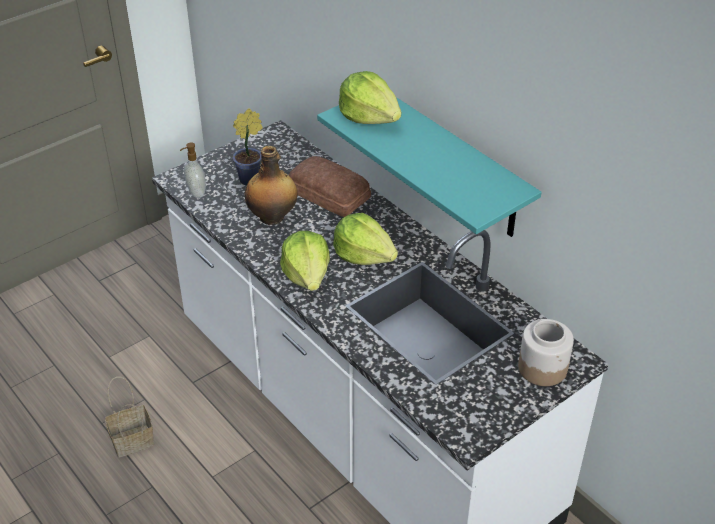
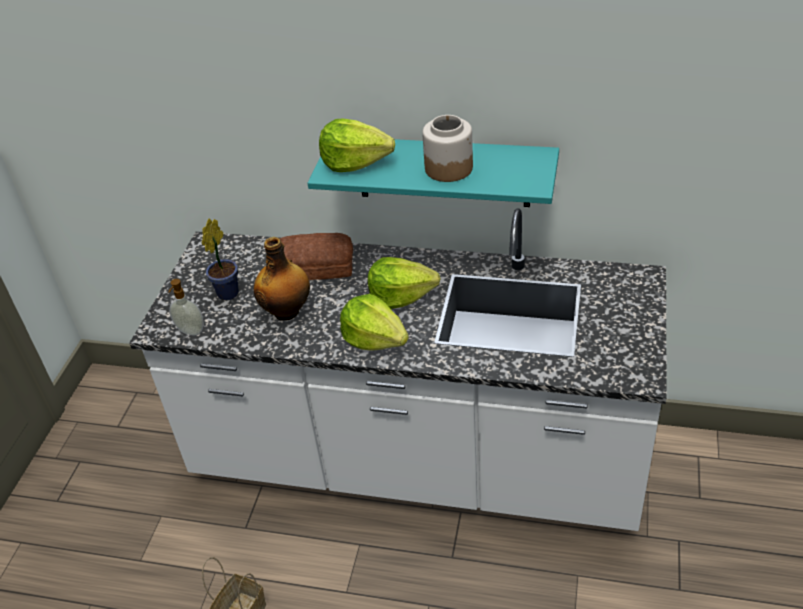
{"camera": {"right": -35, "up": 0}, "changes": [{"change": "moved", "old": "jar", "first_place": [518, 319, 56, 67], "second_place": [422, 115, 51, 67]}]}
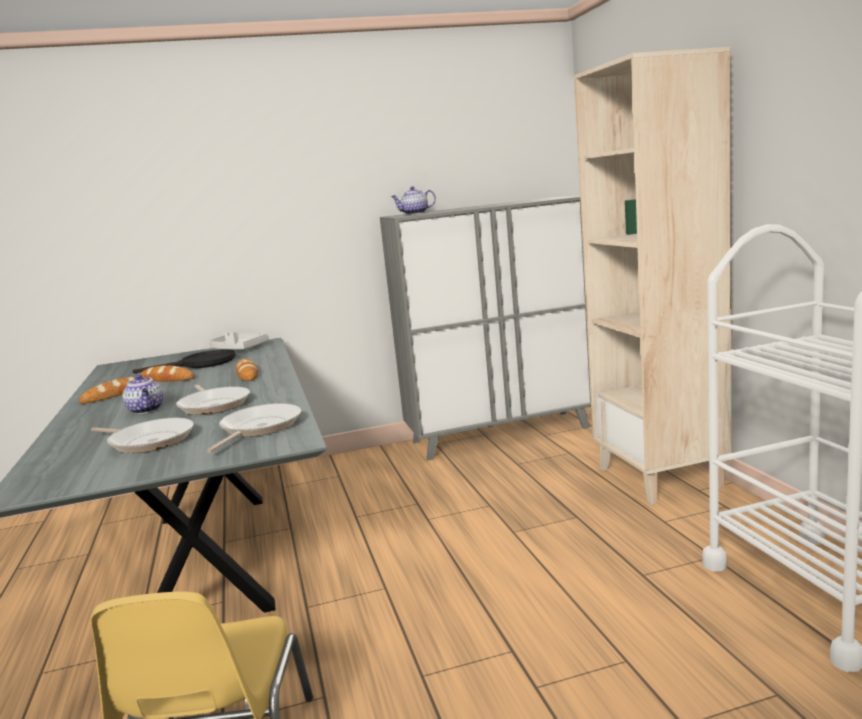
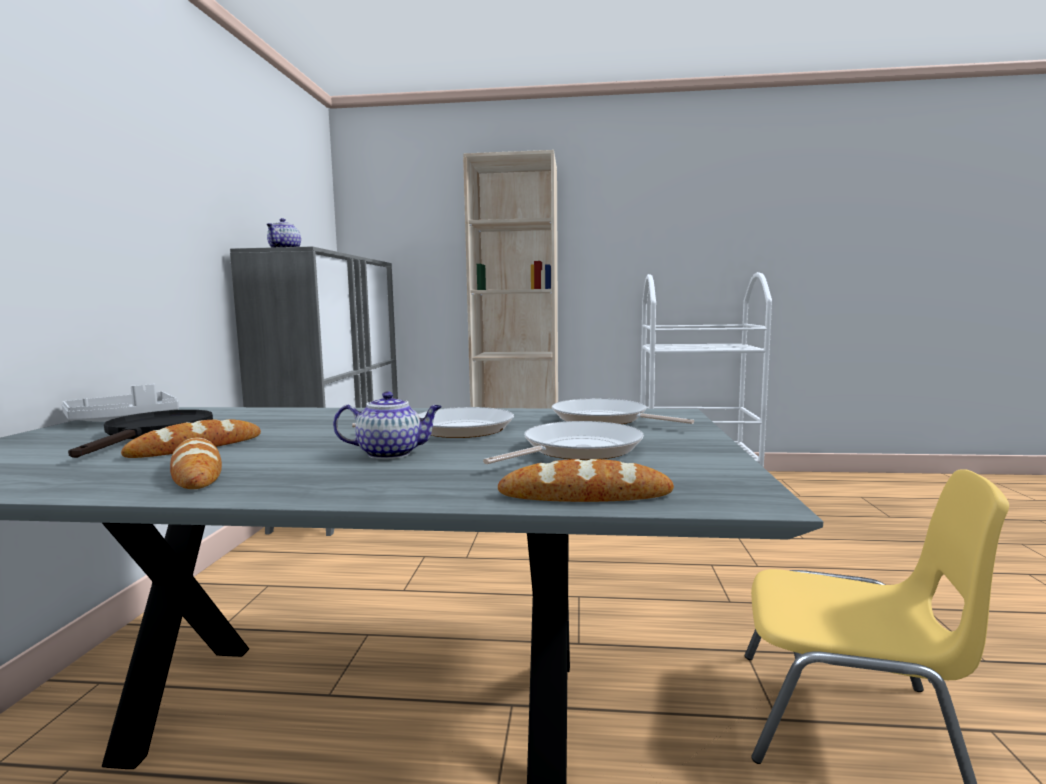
{"camera": {"right": -70, "up": -5}, "changes": [{"change": "moved", "old": "baked bread", "first_place": [236, 359, 22, 22], "second_place": [498, 459, 176, 43]}]}
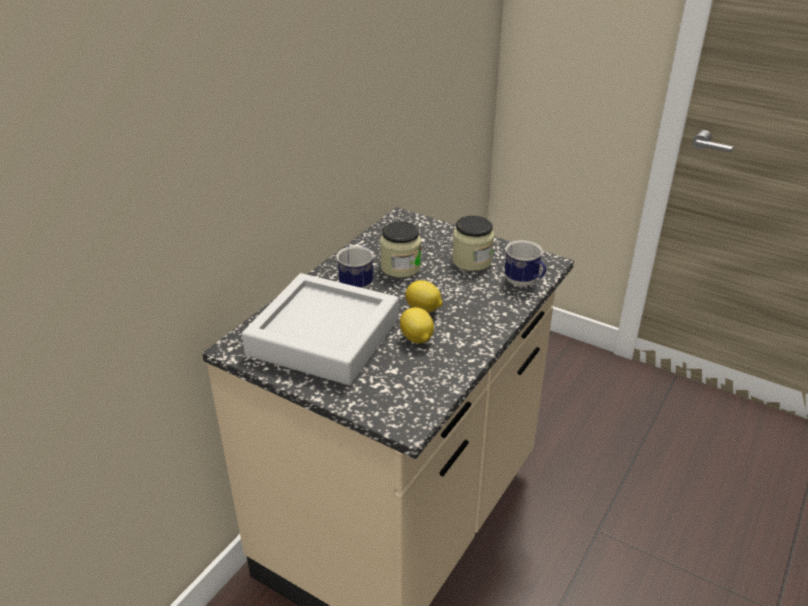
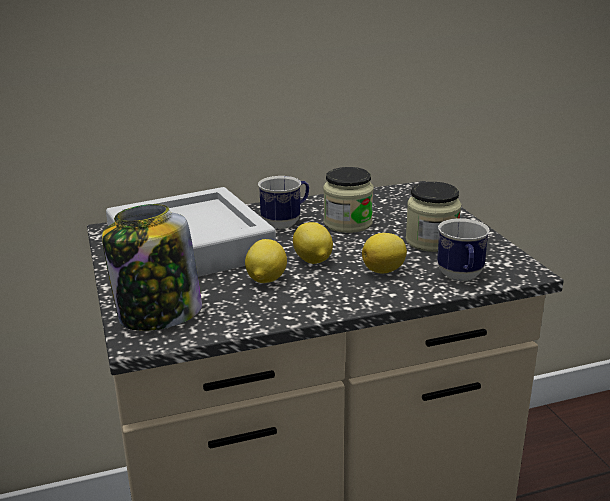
{"camera": {"right": 40, "up": -10}, "changes": [{"change": "added", "new": "jar", "second_place": [102, 204, 100, 127]}, {"change": "added", "new": "whole lemon", "second_place": [362, 233, 45, 40]}]}
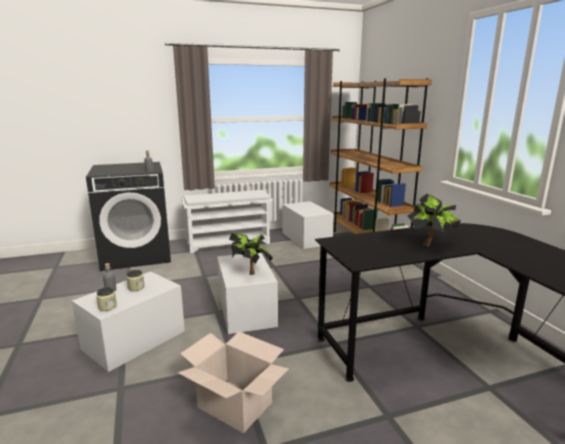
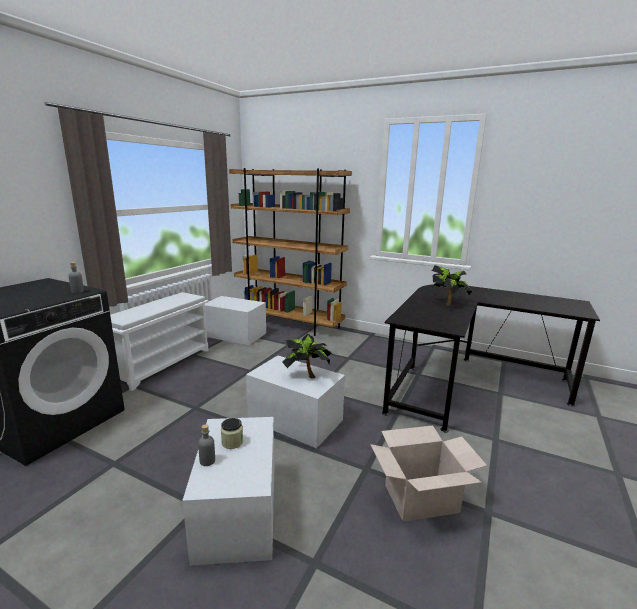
{"camera": {"right": -45, "up": 0}, "changes": [{"change": "removed", "old": "jar", "first_place": [96, 287, 21, 24]}]}
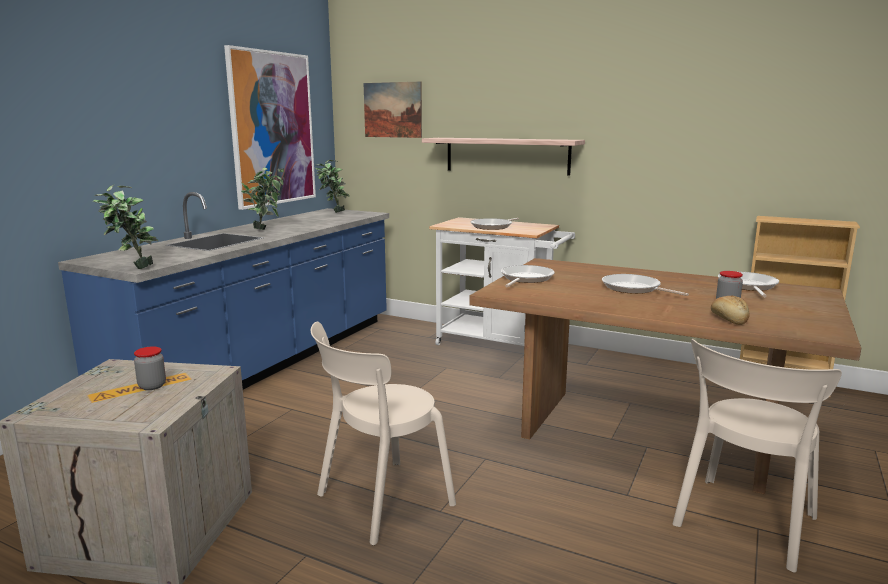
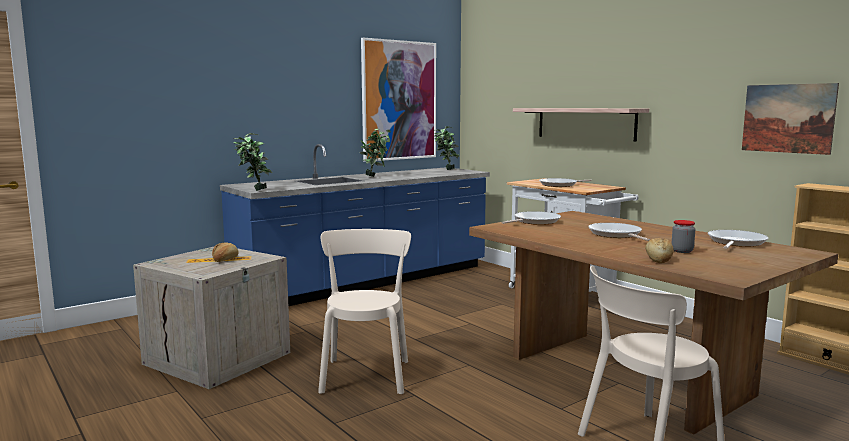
{"camera": {"right": 25, "up": -5}, "changes": [{"change": "replaced", "old": "jar", "new": "baked bread", "first_place": [134, 347, 32, 43], "second_place": [212, 242, 26, 20]}, {"change": "turned", "old": "chair (sand-coloured)", "first_place": [311, 322, 145, 223], "second_place": [318, 229, 93, 165], "degrees": 105}, {"change": "moved", "old": "wall art", "first_place": [363, 81, 59, 57], "second_place": [742, 83, 97, 72]}]}
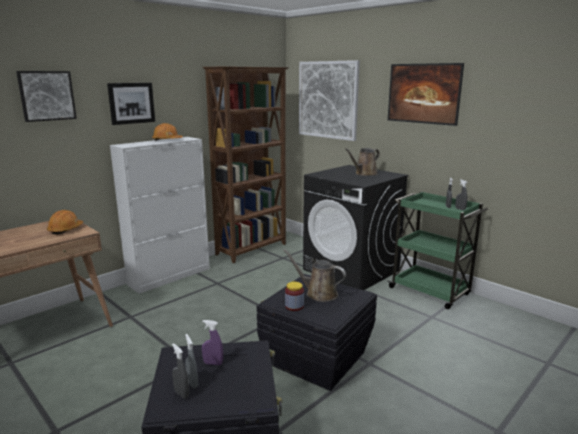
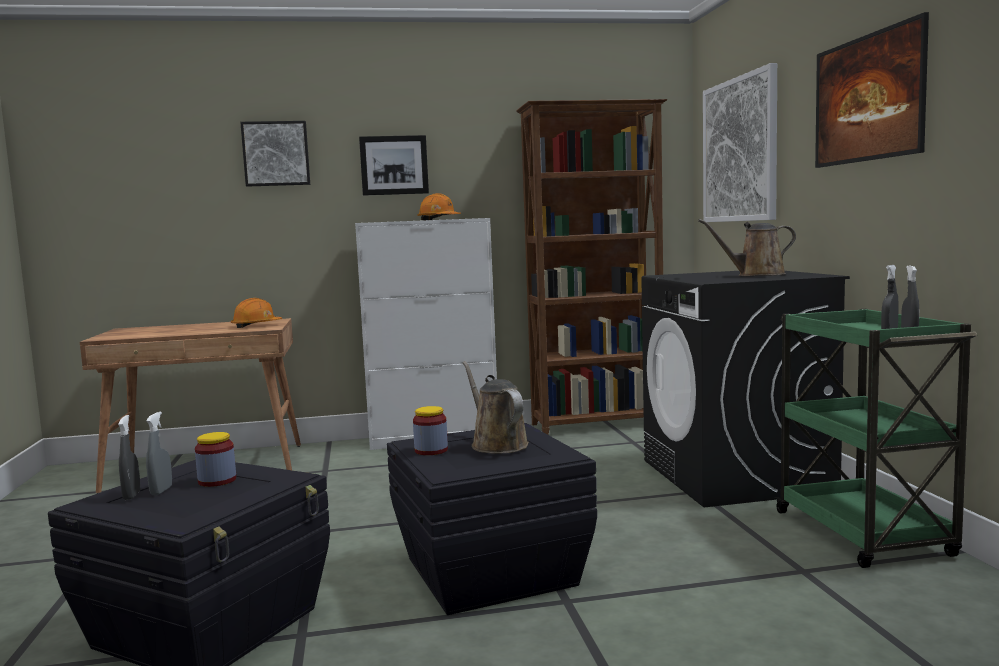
{"camera": {"right": 35, "up": -10}, "changes": [{"change": "replaced", "old": "spray bottle (purplish)", "new": "jar", "first_place": [202, 320, 21, 45], "second_place": [195, 432, 41, 55]}]}
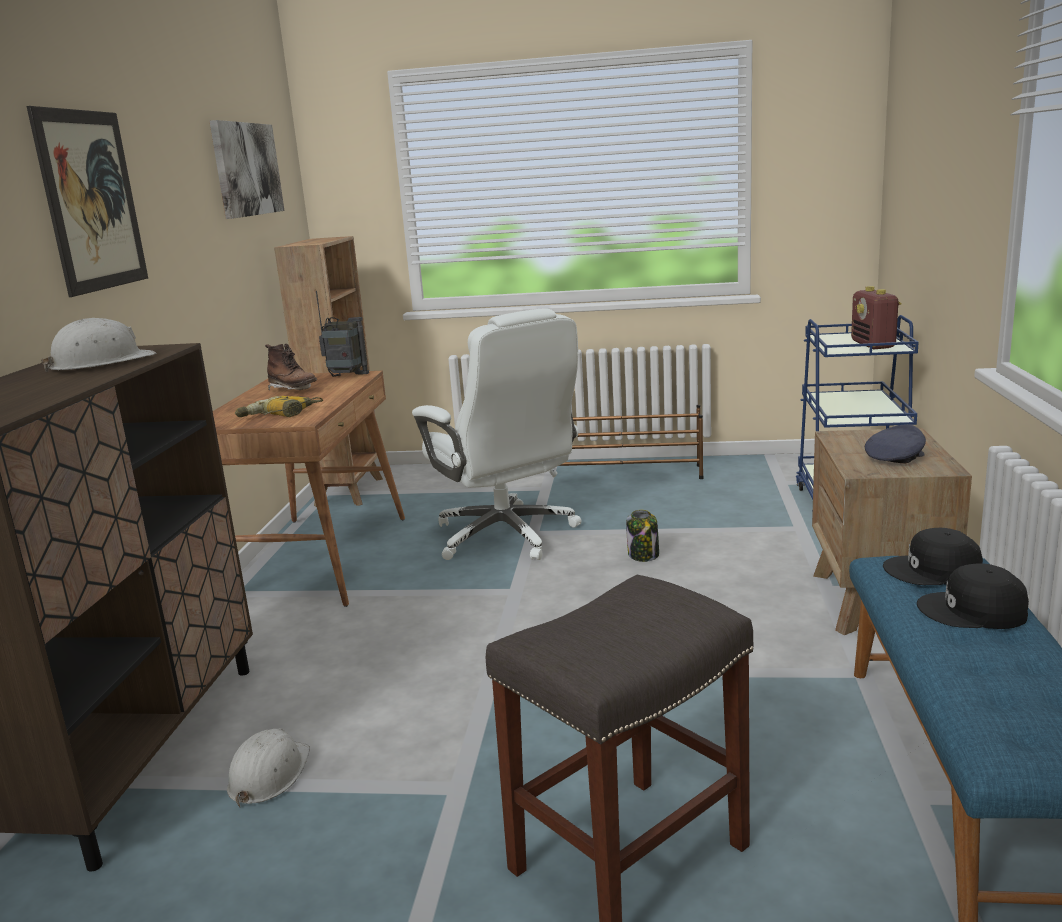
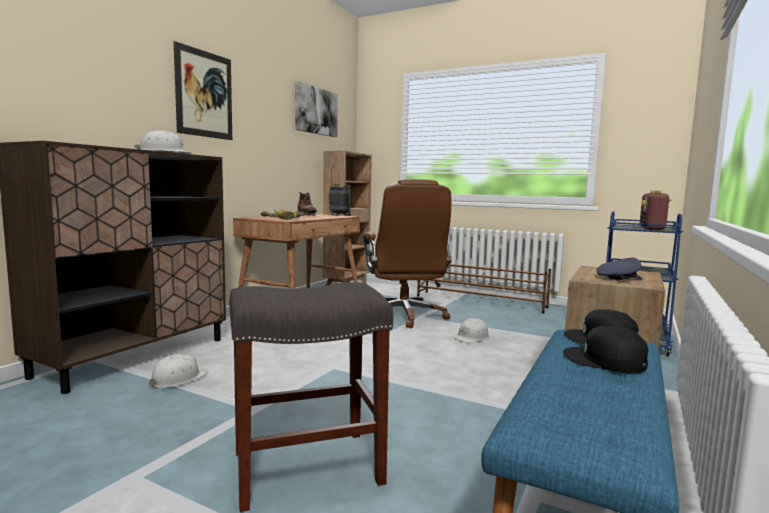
{"camera": {"right": 20, "up": -10}, "changes": [{"change": "recoloured", "old": "office chair (white-coloured)", "new": "office chair (brown-coloured)", "first_place": [412, 308, 170, 252], "second_place": [362, 179, 90, 149]}, {"change": "replaced", "old": "jar", "new": "safety helmet (white-coloured)", "first_place": [626, 510, 33, 52], "second_place": [454, 317, 36, 26]}]}
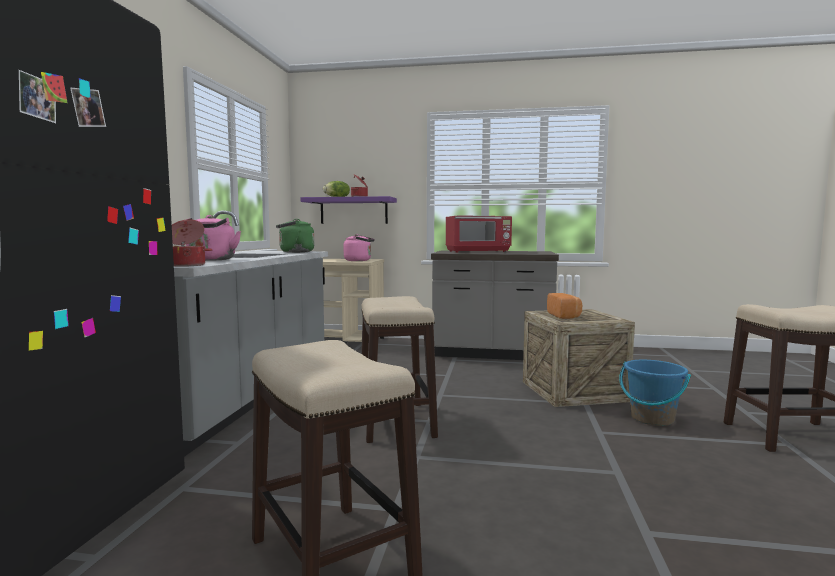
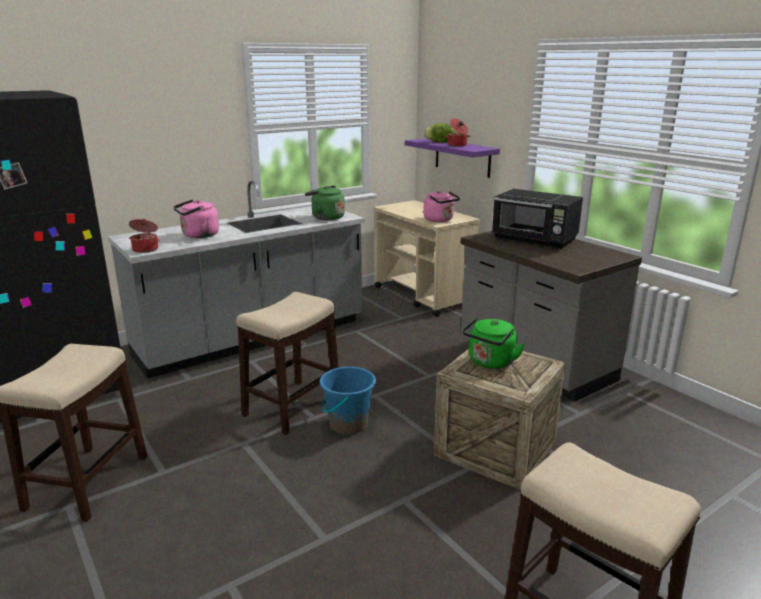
{"camera": {"right": 45, "up": 15}, "changes": [{"change": "recoloured", "old": "microwave (red)", "new": "microwave (black)", "first_place": [446, 216, 66, 36], "second_place": [492, 189, 91, 60]}, {"change": "replaced", "old": "baked bread", "new": "water kettle (greenish)", "first_place": [547, 293, 35, 26], "second_place": [462, 318, 63, 51]}, {"change": "moved", "old": "bucket (blue)", "first_place": [619, 360, 72, 66], "second_place": [320, 366, 56, 69]}]}
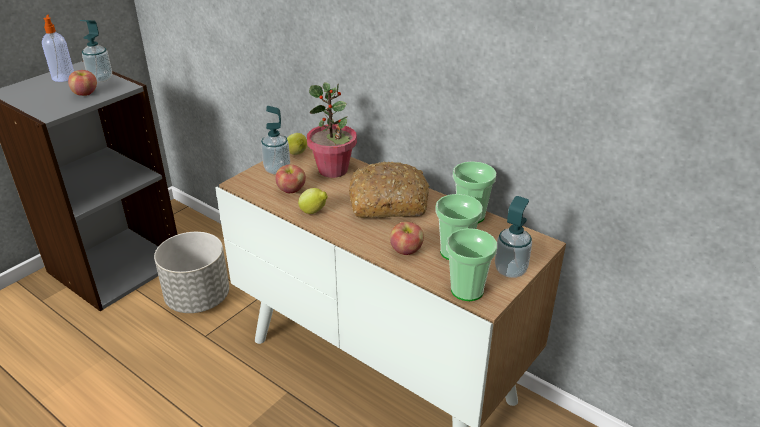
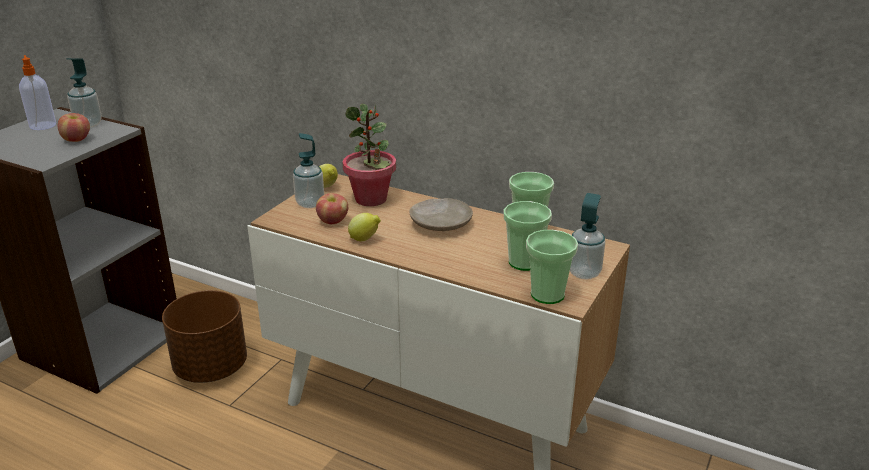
{"camera": {"right": -10, "up": -5}, "changes": [{"change": "recoloured", "old": "flower pot (greyish)", "new": "flower pot (brown-coloured)", "first_place": [154, 232, 75, 81], "second_place": [162, 290, 85, 93]}, {"change": "replaced", "old": "baked bread", "new": "plate (sand-coloured)", "first_place": [349, 161, 80, 57], "second_place": [410, 198, 63, 33]}, {"change": "removed", "old": "whole apple", "first_place": [390, 222, 34, 33]}]}
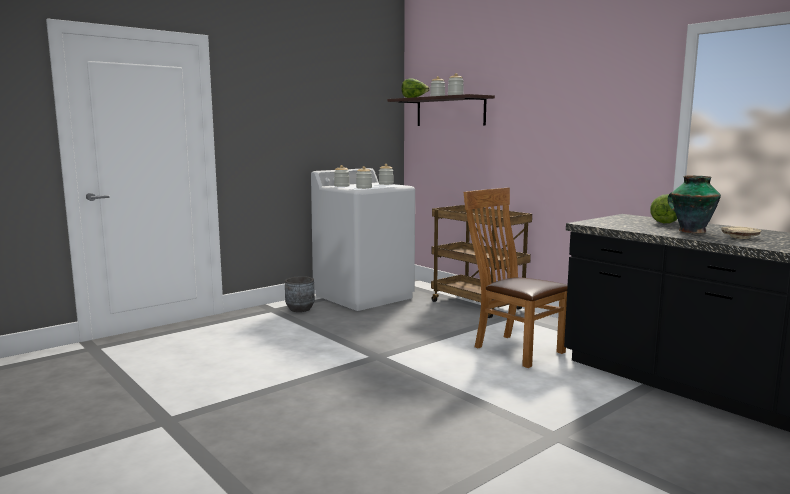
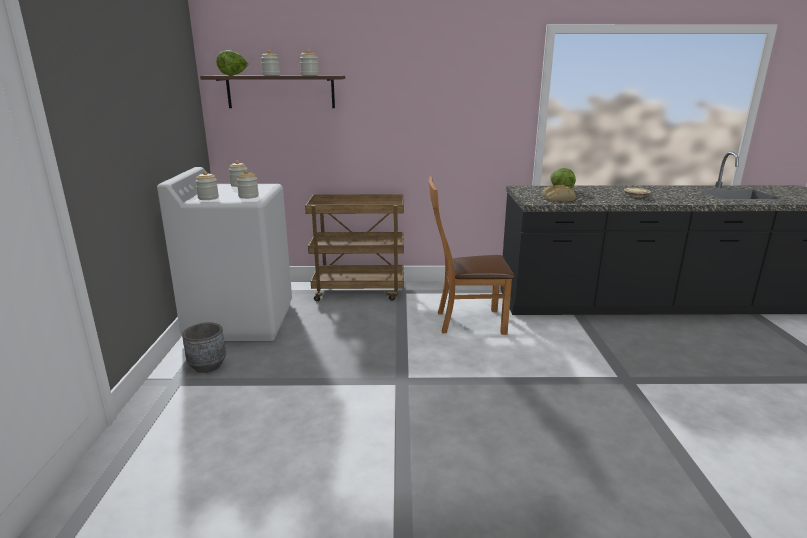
{"camera": {"right": -50, "up": 10}, "changes": [{"change": "removed", "old": "vase", "first_place": [667, 176, 54, 57]}, {"change": "added", "new": "baked bread", "second_place": [542, 185, 34, 16]}]}
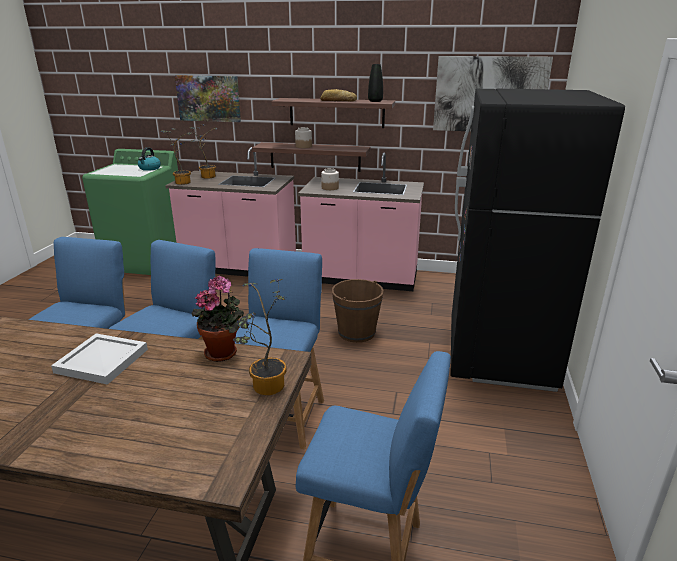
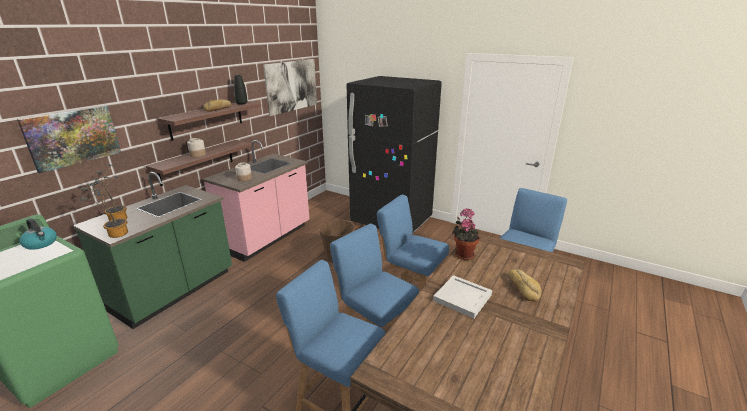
{"camera": {"right": -70, "up": 0}, "changes": [{"change": "recoloured", "old": "kitchen counter (pinkish)", "new": "kitchen counter (greenish)", "first_place": [165, 147, 131, 130], "second_place": [73, 172, 159, 157]}, {"change": "removed", "old": "plant in a pot", "first_place": [233, 279, 54, 116]}, {"change": "added", "new": "baked bread", "second_place": [508, 269, 34, 33]}]}
